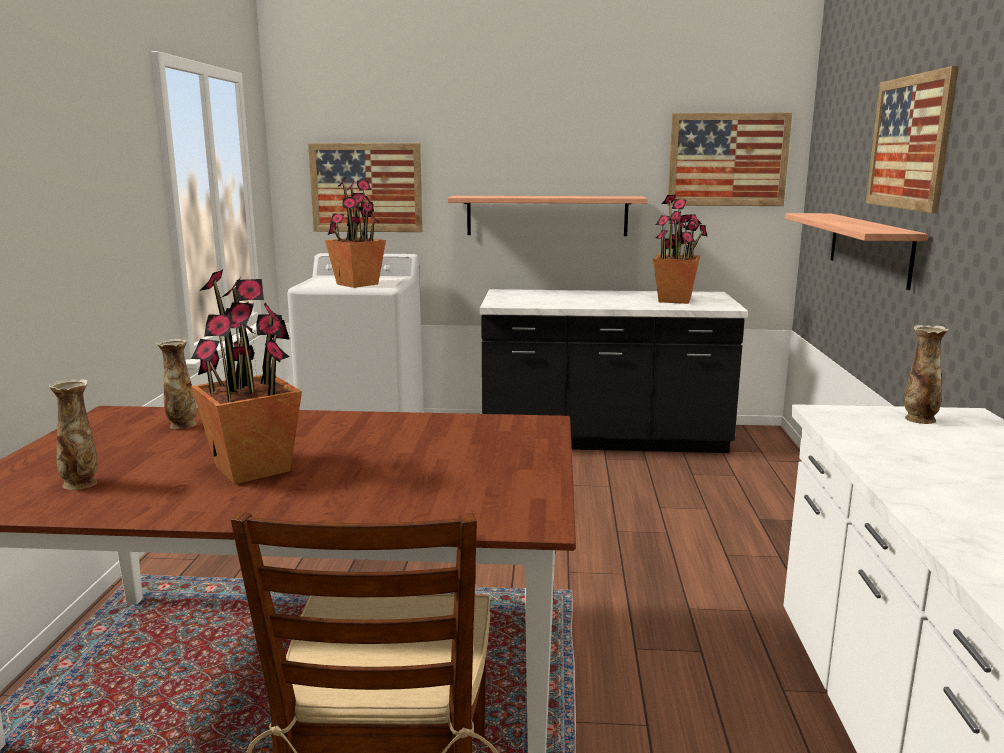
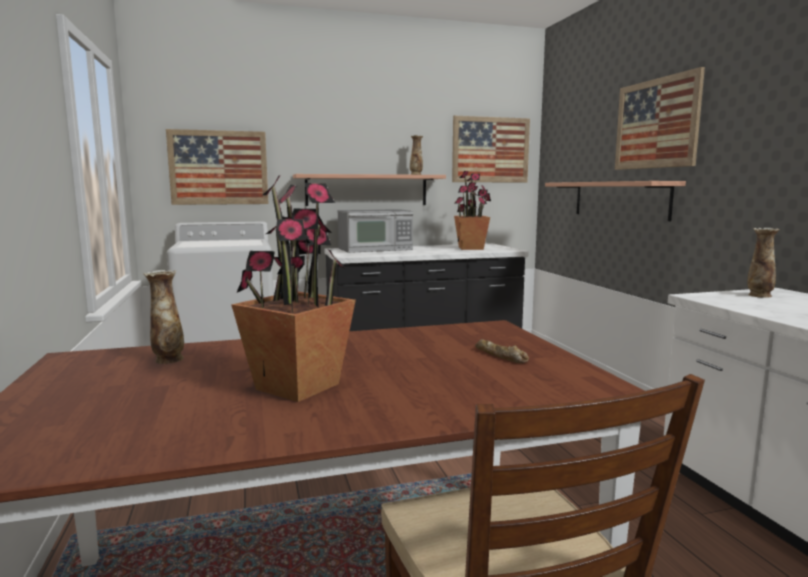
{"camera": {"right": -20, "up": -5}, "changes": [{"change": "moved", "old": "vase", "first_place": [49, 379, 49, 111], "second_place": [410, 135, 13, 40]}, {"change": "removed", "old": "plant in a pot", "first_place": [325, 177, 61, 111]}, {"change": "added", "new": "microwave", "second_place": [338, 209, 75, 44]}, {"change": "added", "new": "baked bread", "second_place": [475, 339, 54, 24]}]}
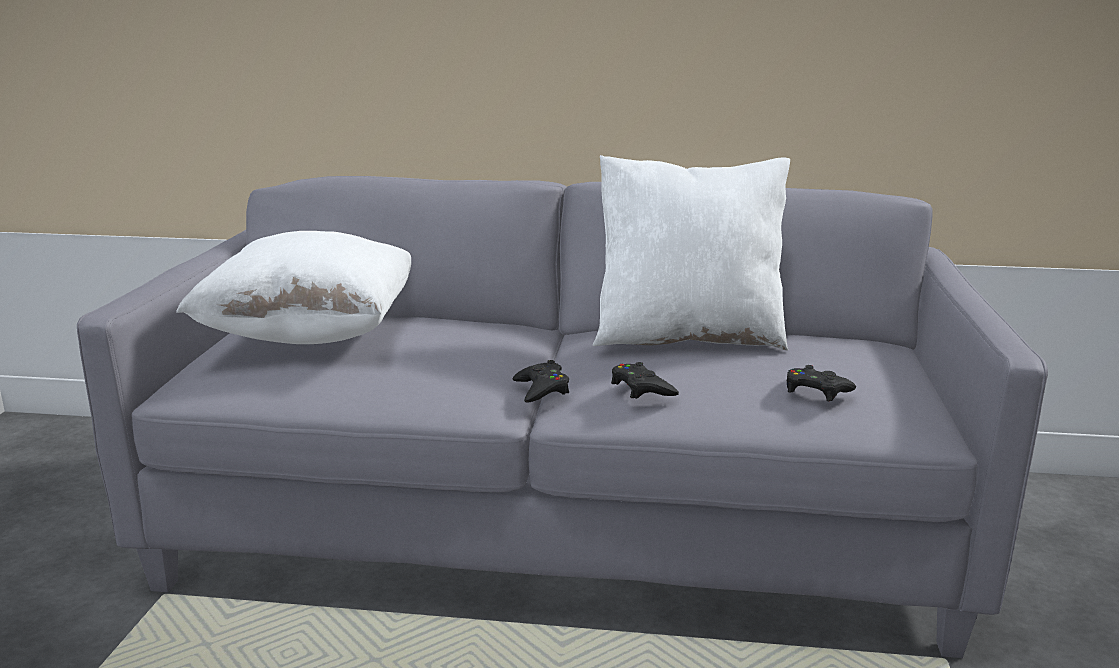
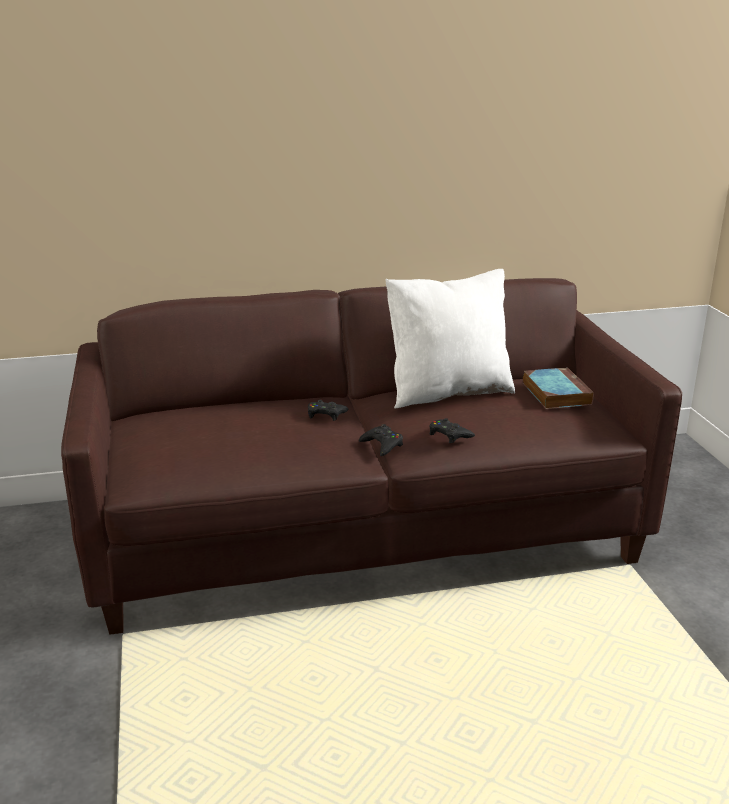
{"camera": {"right": -20, "up": 5}, "changes": [{"change": "recoloured", "old": "couch (greyish)", "new": "couch (brown-coloured)", "first_place": [77, 176, 971, 482], "second_place": [61, 278, 621, 357]}, {"change": "removed", "old": "cushion (white-coloured)", "first_place": [176, 231, 235, 113]}, {"change": "moved", "old": "gamepad (black)", "first_place": [787, 365, 69, 36], "second_place": [308, 400, 40, 21]}, {"change": "added", "new": "book", "second_place": [523, 367, 71, 42]}]}
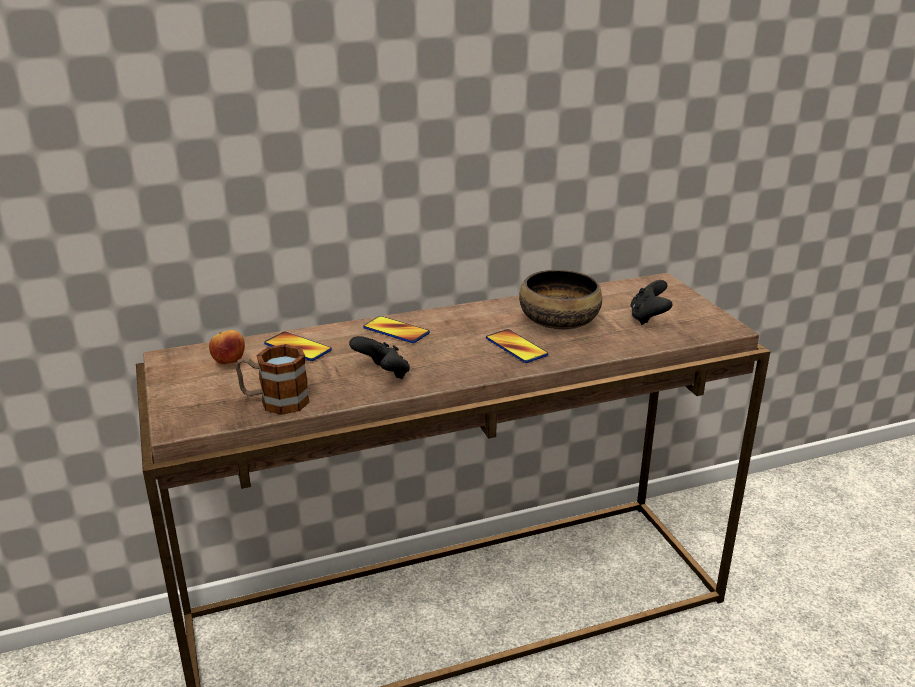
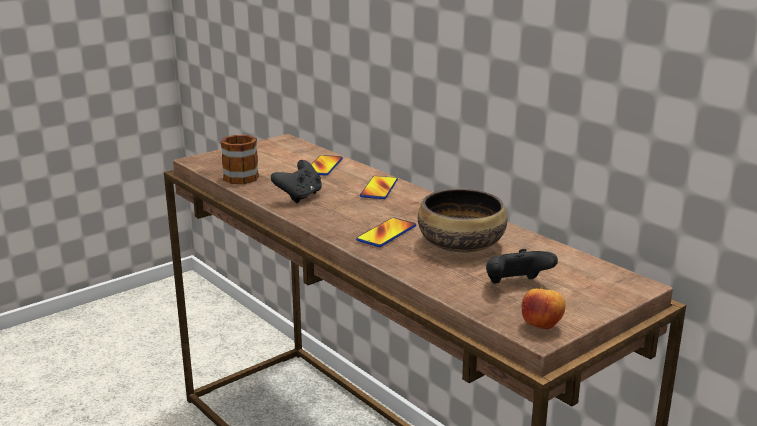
{"camera": {"right": 70, "up": -5}, "changes": [{"change": "moved", "old": "whole apple", "first_place": [209, 330, 36, 34], "second_place": [522, 287, 43, 43]}]}
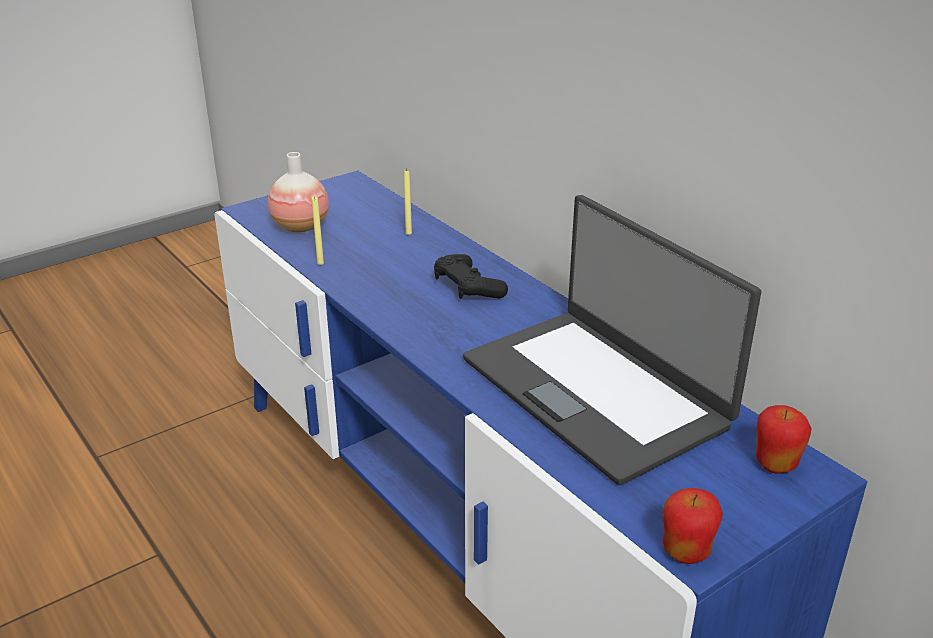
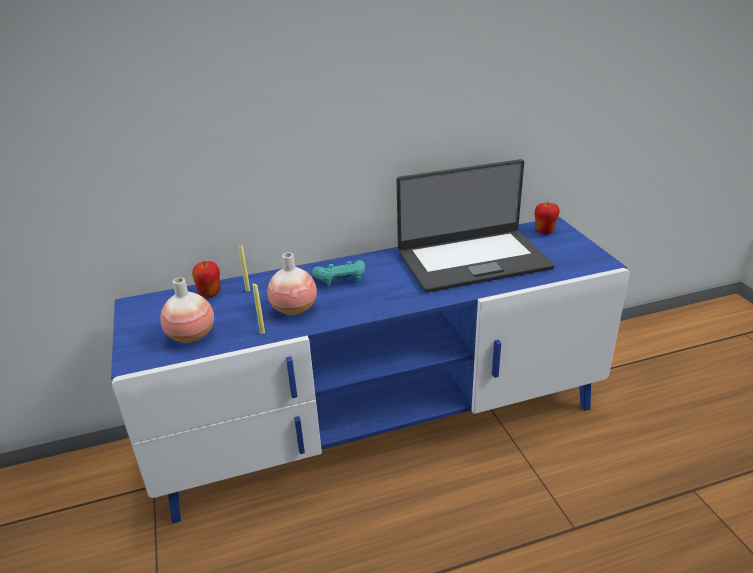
{"camera": {"right": -70, "up": 0}, "changes": [{"change": "recoloured", "old": "gamepad (black)", "new": "gamepad (blue-green)", "first_place": [434, 254, 74, 44], "second_place": [312, 260, 54, 26]}, {"change": "moved", "old": "whole apple", "first_place": [663, 488, 60, 76], "second_place": [192, 261, 29, 36]}, {"change": "added", "new": "vase", "second_place": [267, 252, 50, 63]}]}
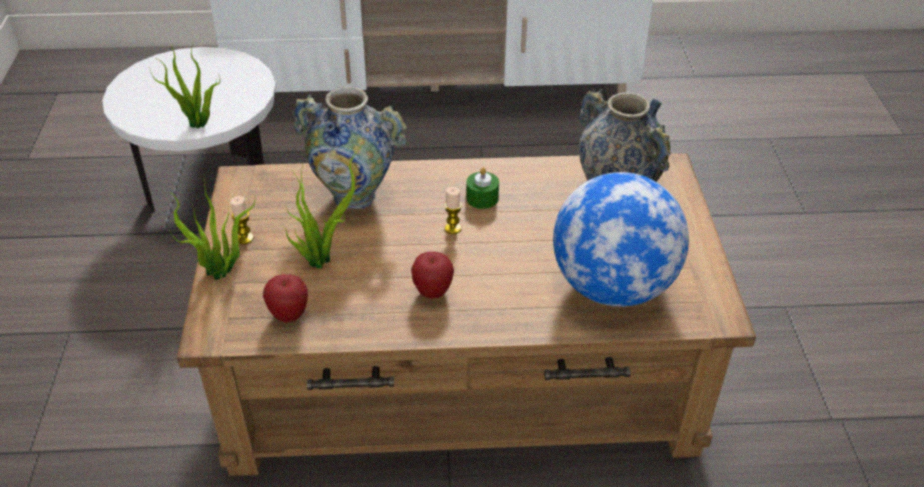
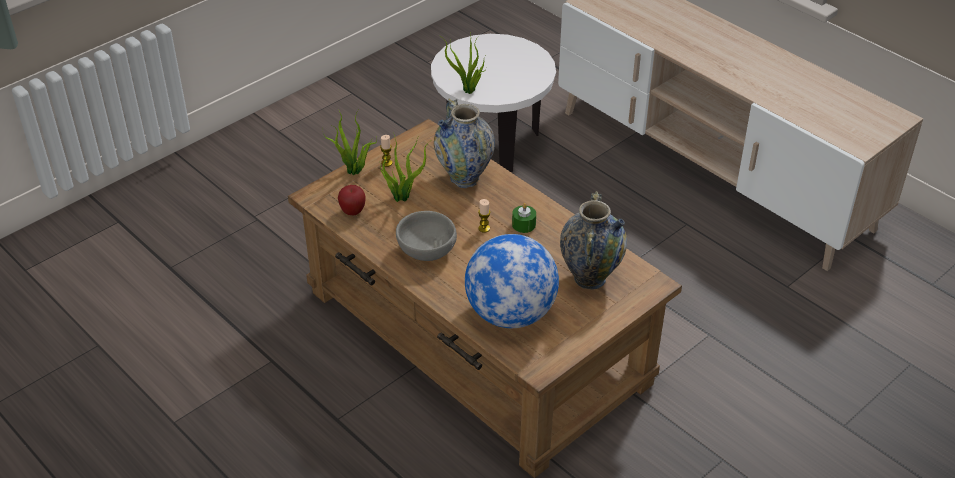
{"camera": {"right": 50, "up": 0}, "changes": [{"change": "replaced", "old": "whole apple", "new": "bowl (greyish)", "first_place": [411, 252, 43, 46], "second_place": [396, 211, 61, 50]}]}
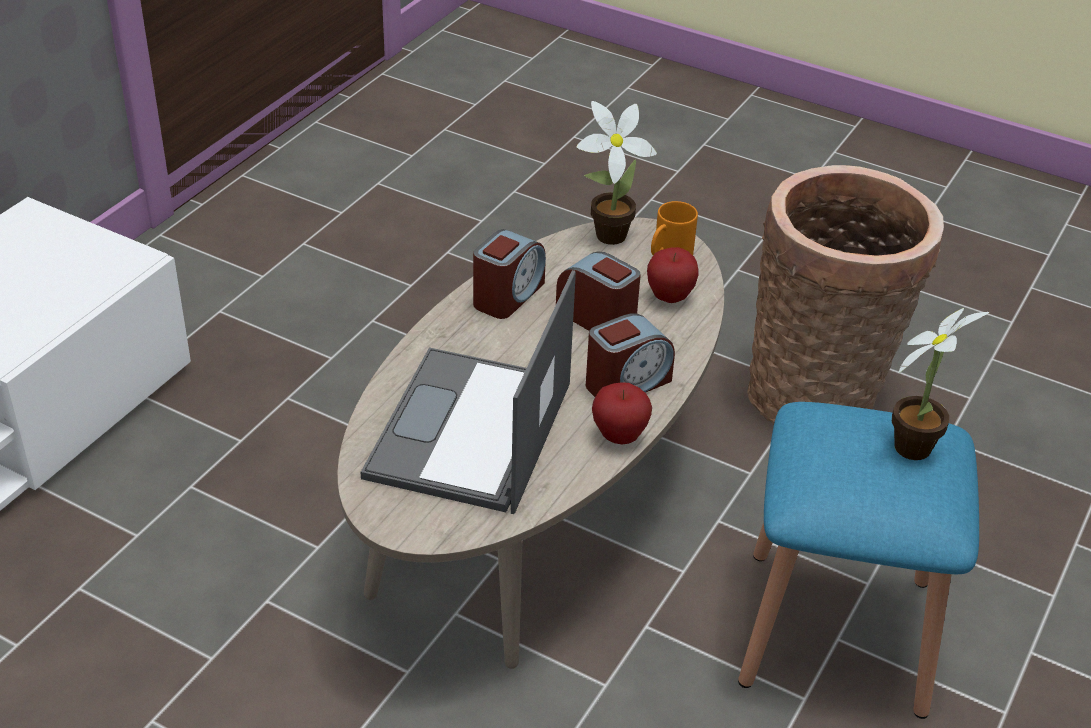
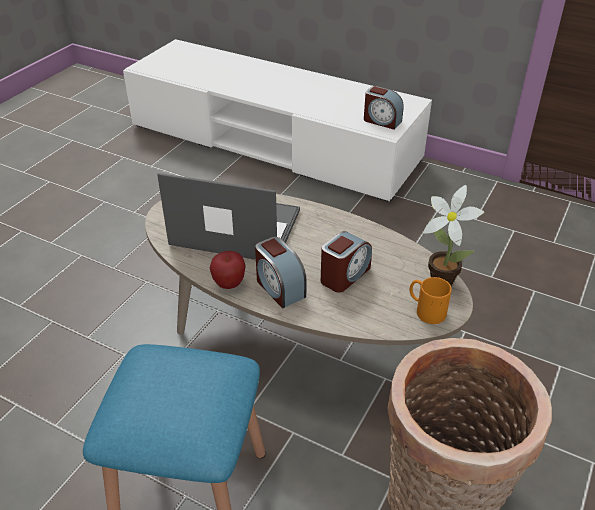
{"camera": {"right": 90, "up": 0}, "changes": [{"change": "moved", "old": "alarm clock", "first_place": [473, 229, 73, 90], "second_place": [364, 86, 40, 44]}, {"change": "removed", "old": "whole apple", "first_place": [647, 247, 51, 56]}, {"change": "removed", "old": "plant in a pot", "first_place": [892, 308, 97, 152]}]}
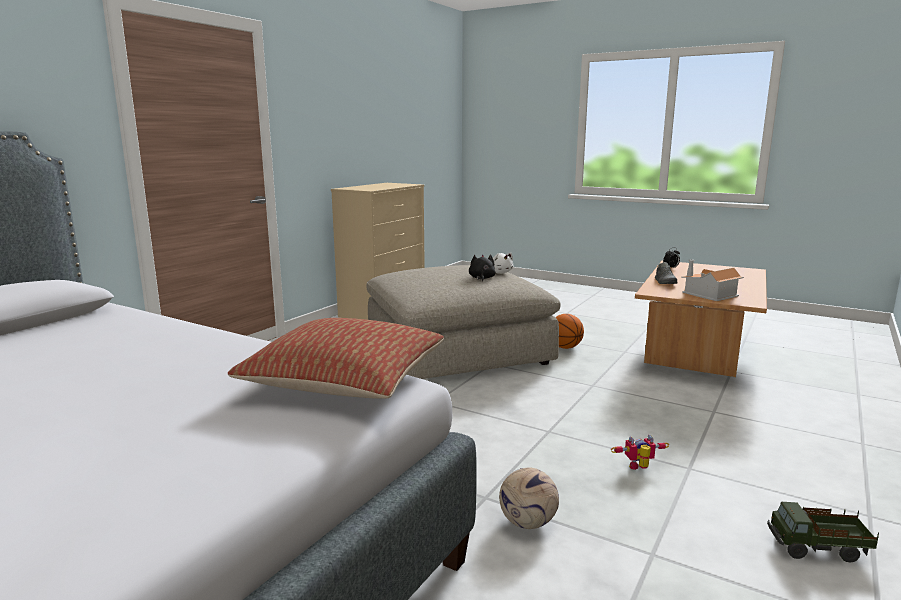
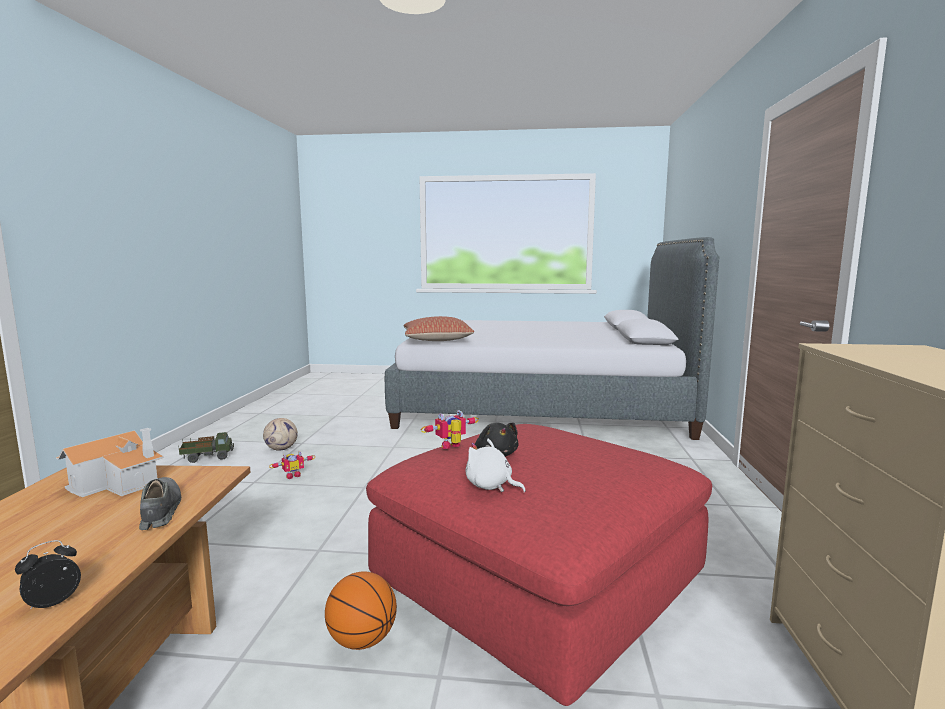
{"camera": {"right": 155, "up": -5}, "changes": [{"change": "recoloured", "old": "pouffe (sand-coloured)", "new": "pouffe (red)", "first_place": [366, 265, 195, 114], "second_place": [366, 424, 346, 282]}, {"change": "moved", "old": "football ball", "first_place": [499, 468, 60, 61], "second_place": [263, 418, 35, 33]}, {"change": "added", "new": "robot figure", "second_place": [421, 410, 58, 39]}]}
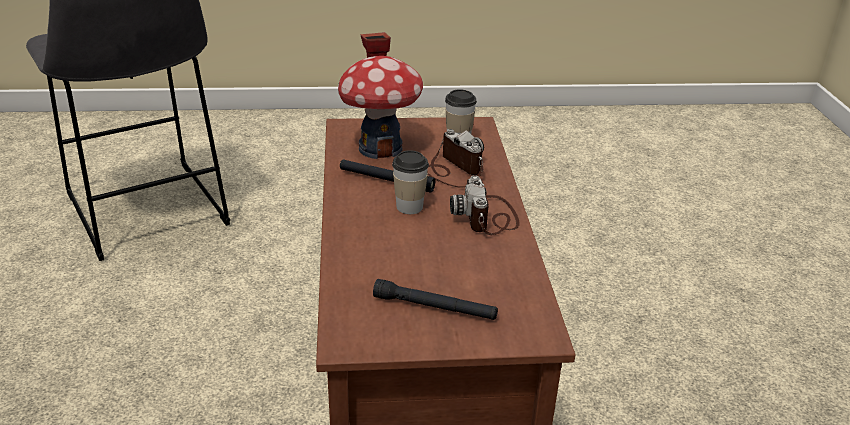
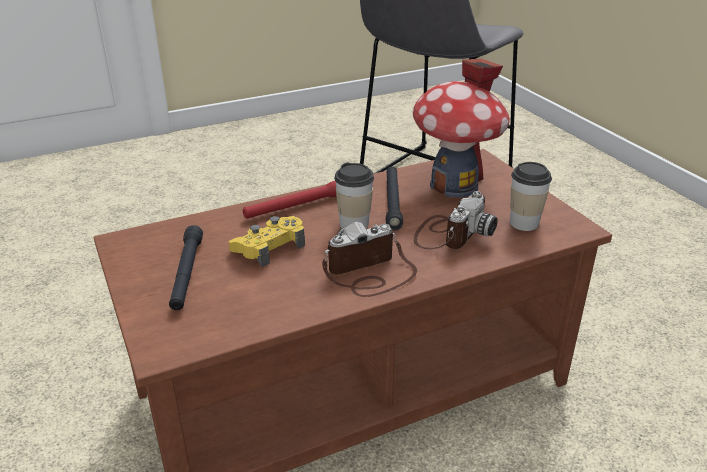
{"camera": {"right": 70, "up": 0}, "changes": [{"change": "added", "new": "gamepad (yellowish)", "second_place": [229, 216, 76, 51]}, {"change": "added", "new": "torch (red)", "second_place": [243, 181, 93, 38]}]}
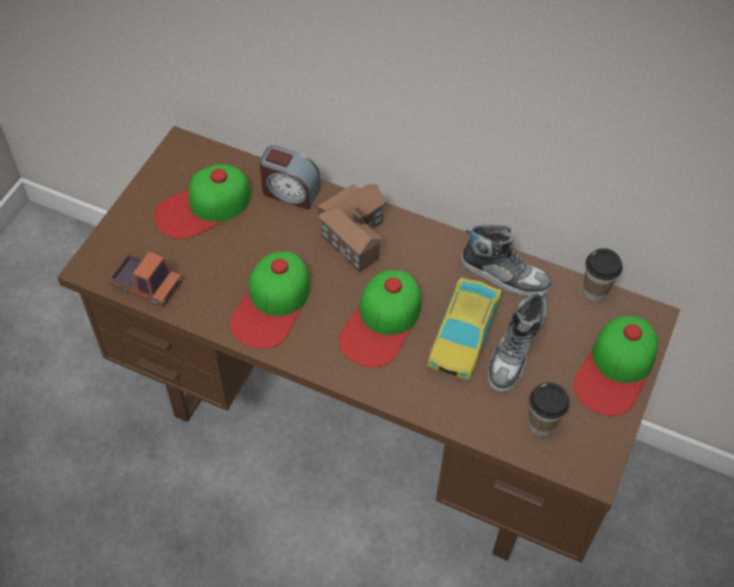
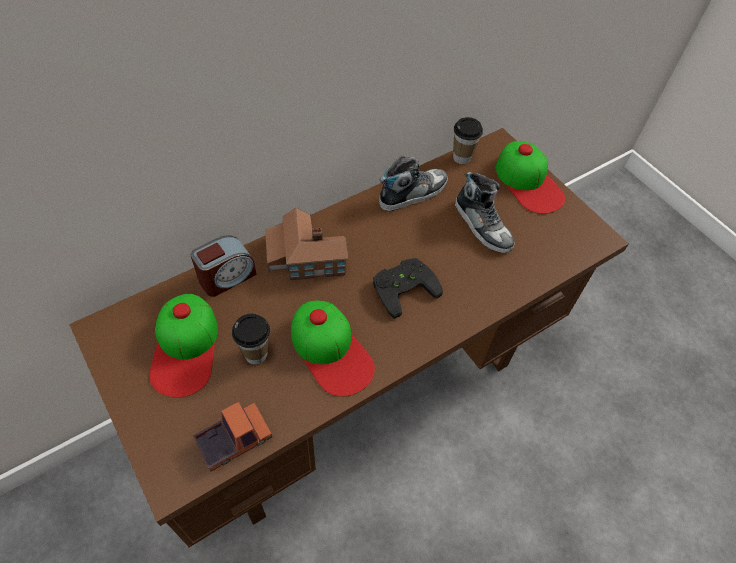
{"camera": {"right": -60, "up": 0}, "changes": [{"change": "replaced", "old": "peaked cap", "new": "gamepad (black)", "first_place": [339, 270, 82, 97], "second_place": [373, 258, 70, 60]}, {"change": "removed", "old": "model car", "first_place": [427, 277, 74, 103]}, {"change": "moved", "old": "small cup", "first_place": [529, 382, 41, 55], "second_place": [232, 314, 38, 51]}]}
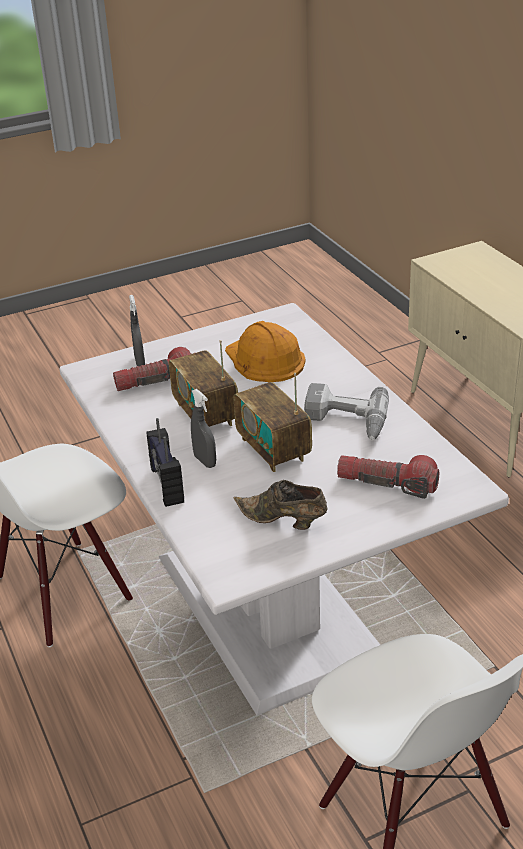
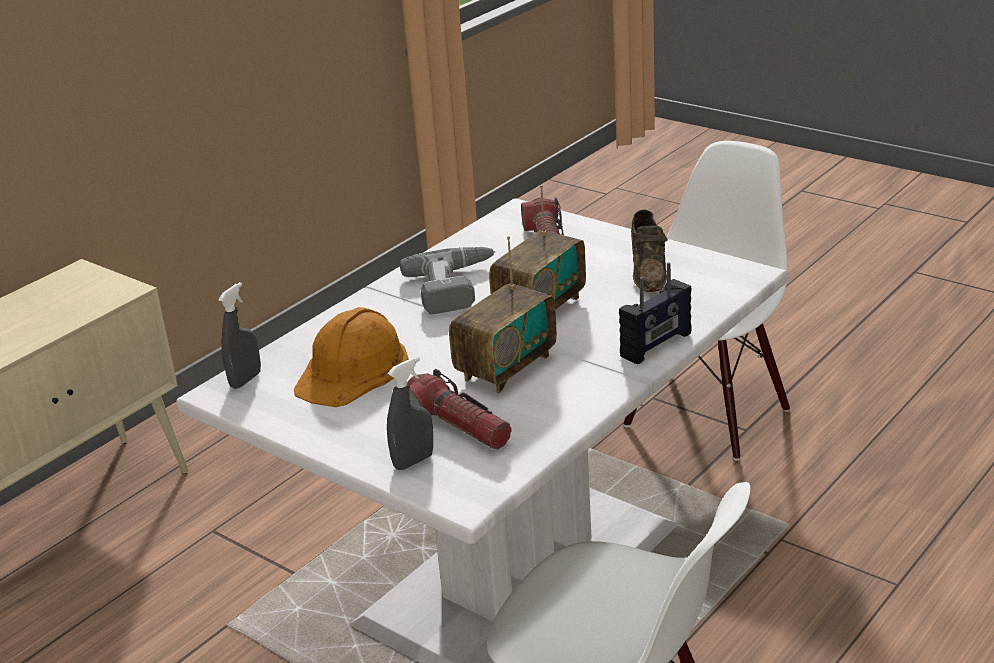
{"camera": {"right": -115, "up": -5}, "changes": [{"change": "moved", "old": "spray bottle (greyish)", "first_place": [191, 389, 25, 79], "second_place": [218, 282, 43, 107]}]}
